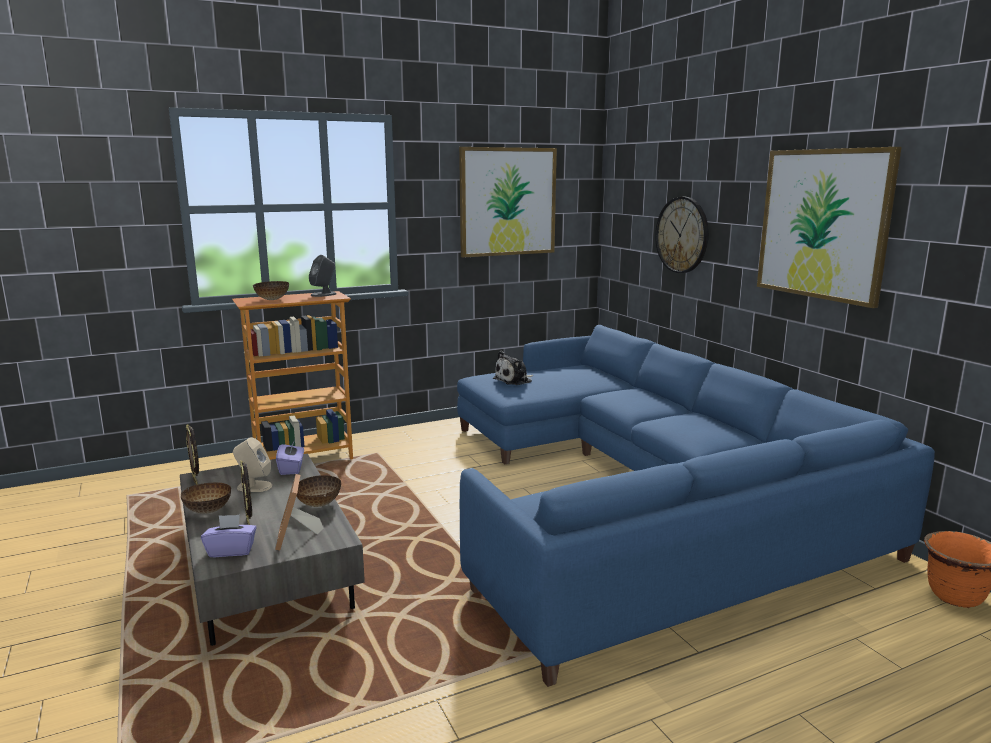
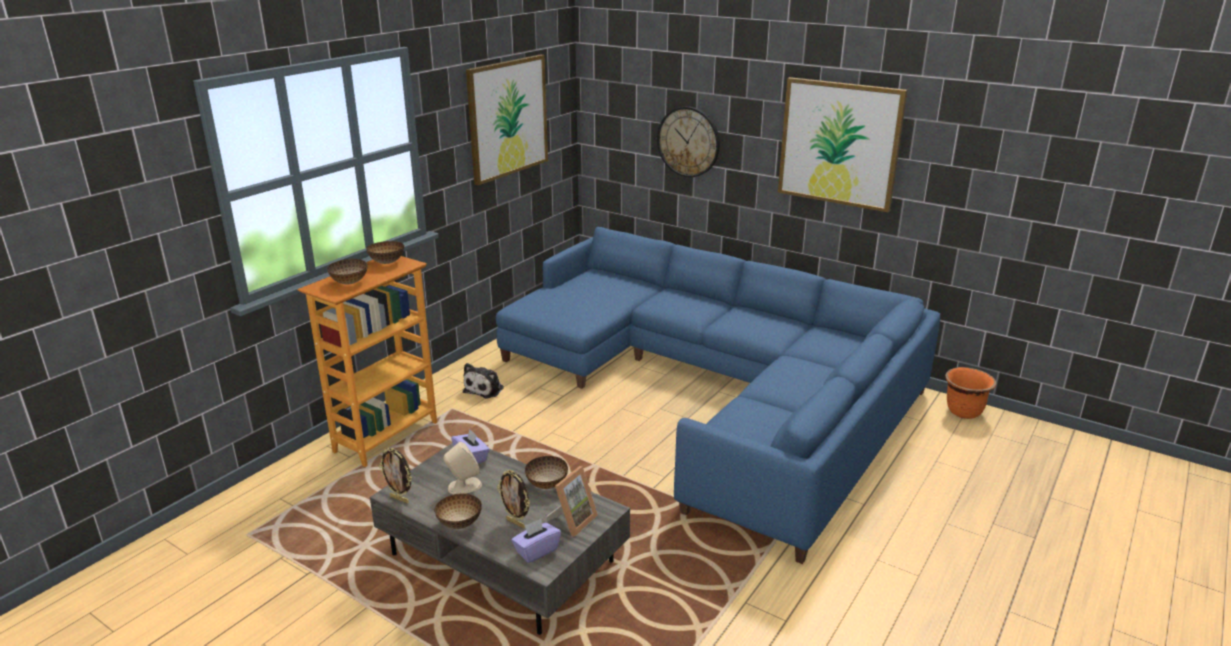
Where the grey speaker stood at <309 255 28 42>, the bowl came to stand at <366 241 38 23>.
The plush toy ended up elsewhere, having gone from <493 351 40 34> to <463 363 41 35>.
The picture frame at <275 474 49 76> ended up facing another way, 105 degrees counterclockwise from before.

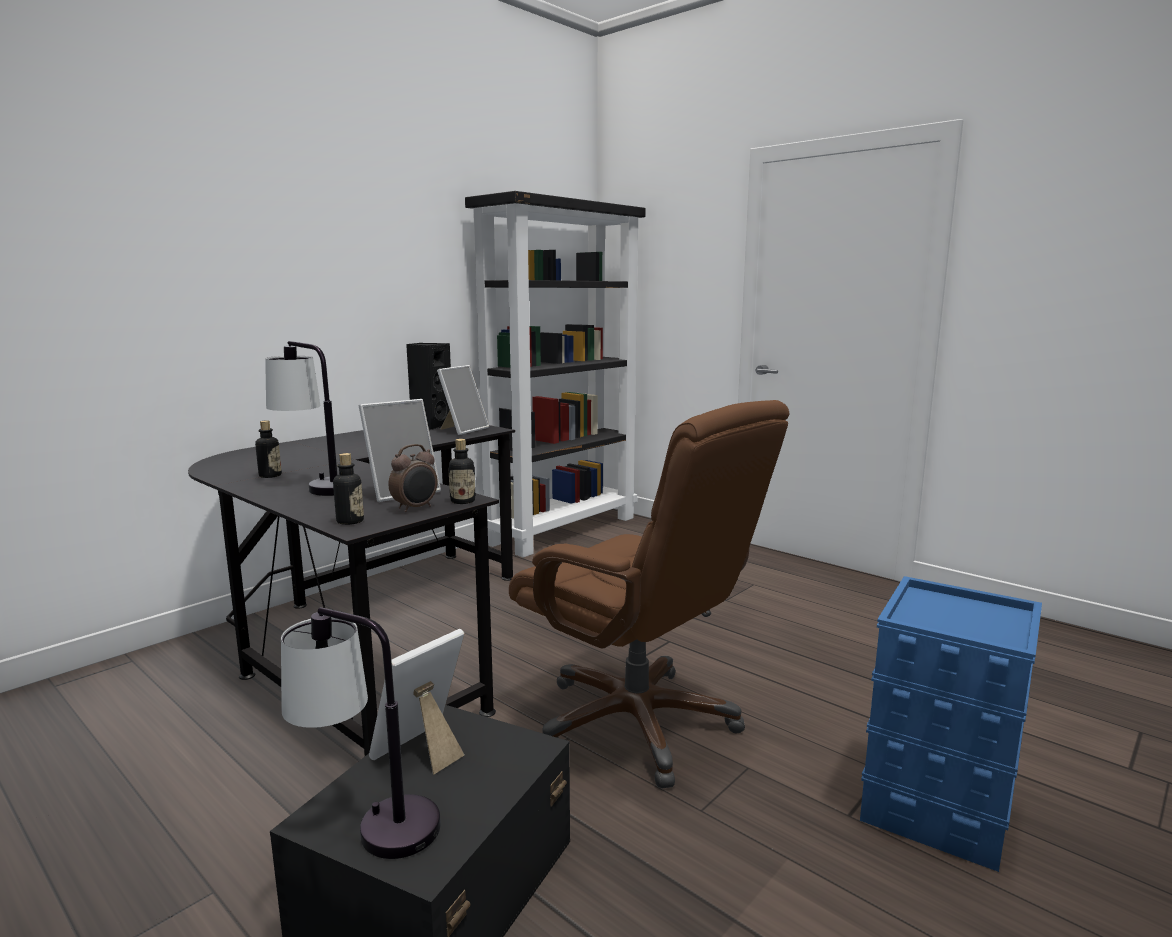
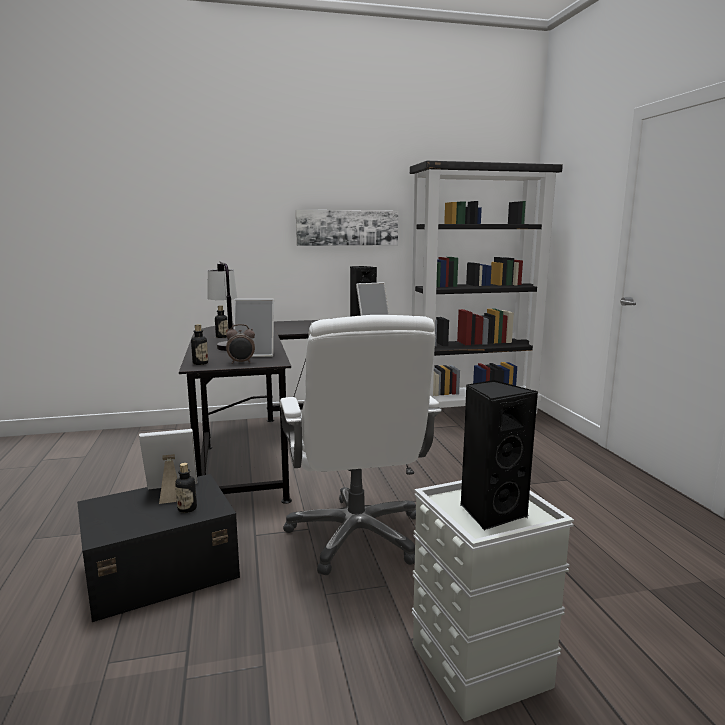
What was the brown office chair at <509 400 280 389> turned into the white office chair at <280 315 162 260>.
The bottle ended up elsewhere, having gone from <448 439 28 65> to <175 463 22 50>.
What was the blue storage box at <860 576 182 296> turned into the grey storage box at <412 480 162 242>.
The second view lost the table lamp at <281 607 160 252>.
The second view gained the picture at <296 210 102 36>.
The second view gained the black speaker at <461 380 77 150>.

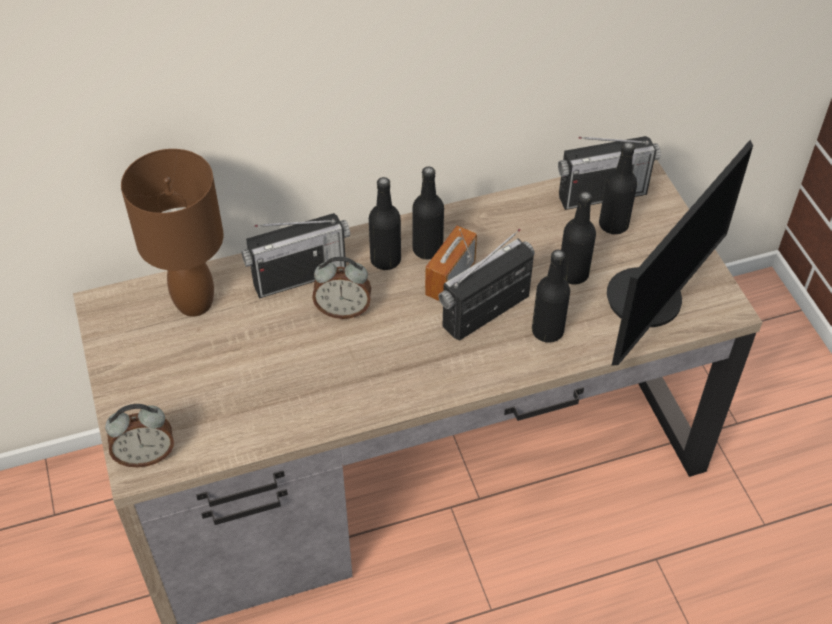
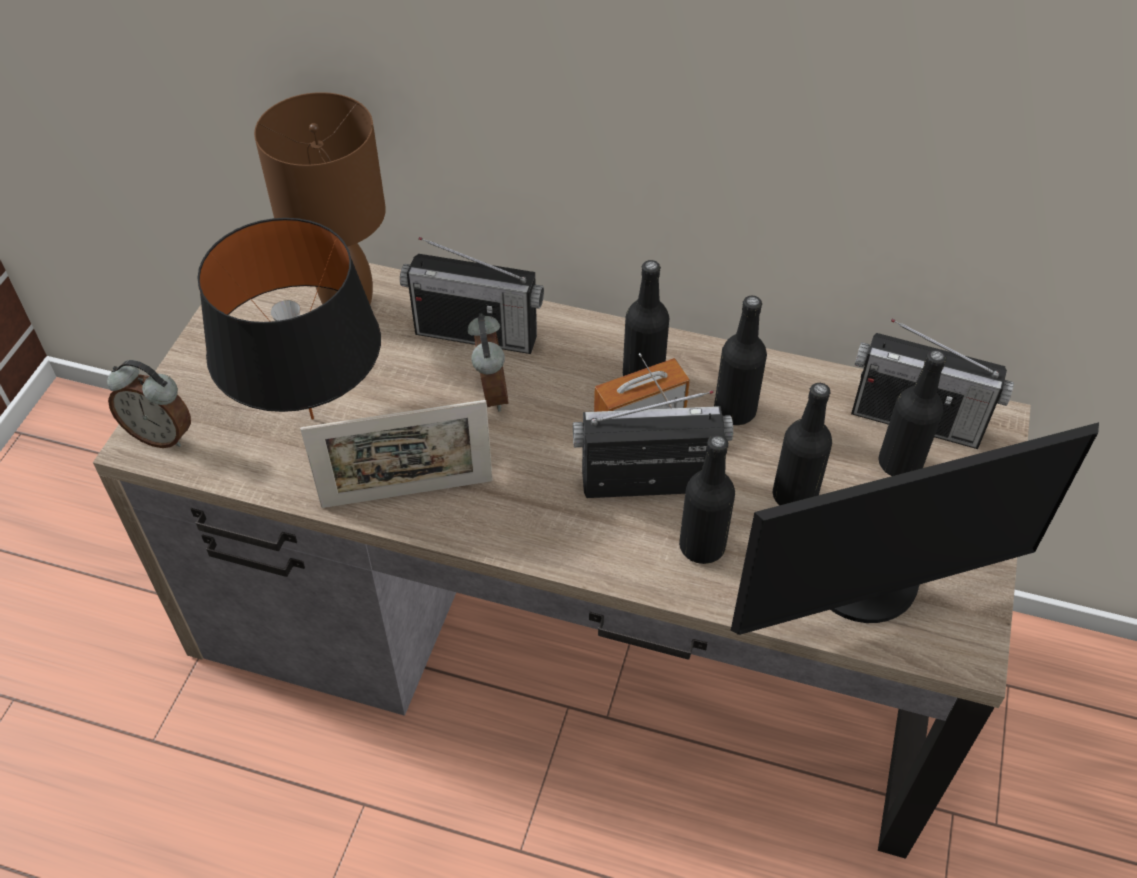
The black bottle ended up elsewhere, having gone from <369 177 32 93> to <714 296 53 129>.
The alarm clock at <312 256 59 63> ended up facing another way, 135 degrees counterclockwise from before.
The second view gained the black table lamp at <198 218 183 202>.
The second view gained the picture frame at <300 400 193 108>.

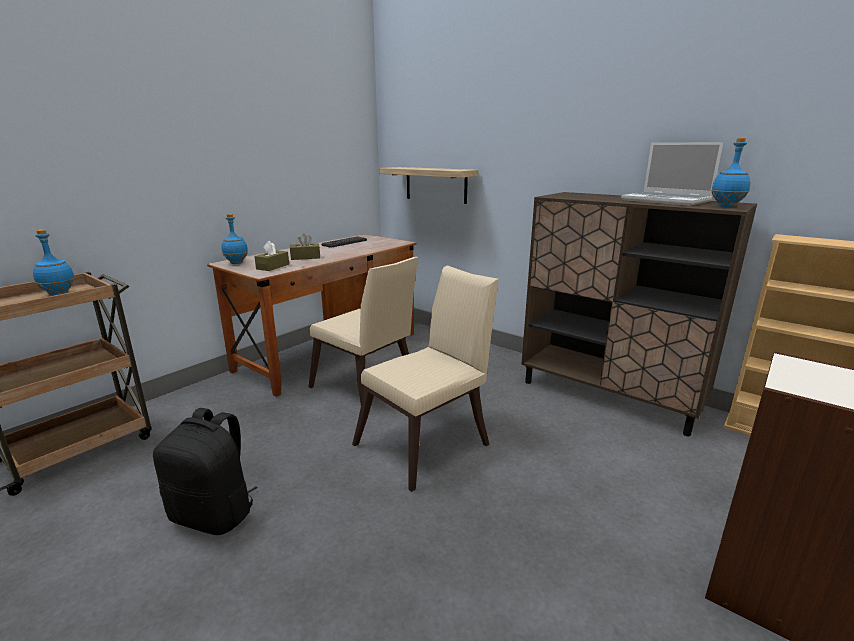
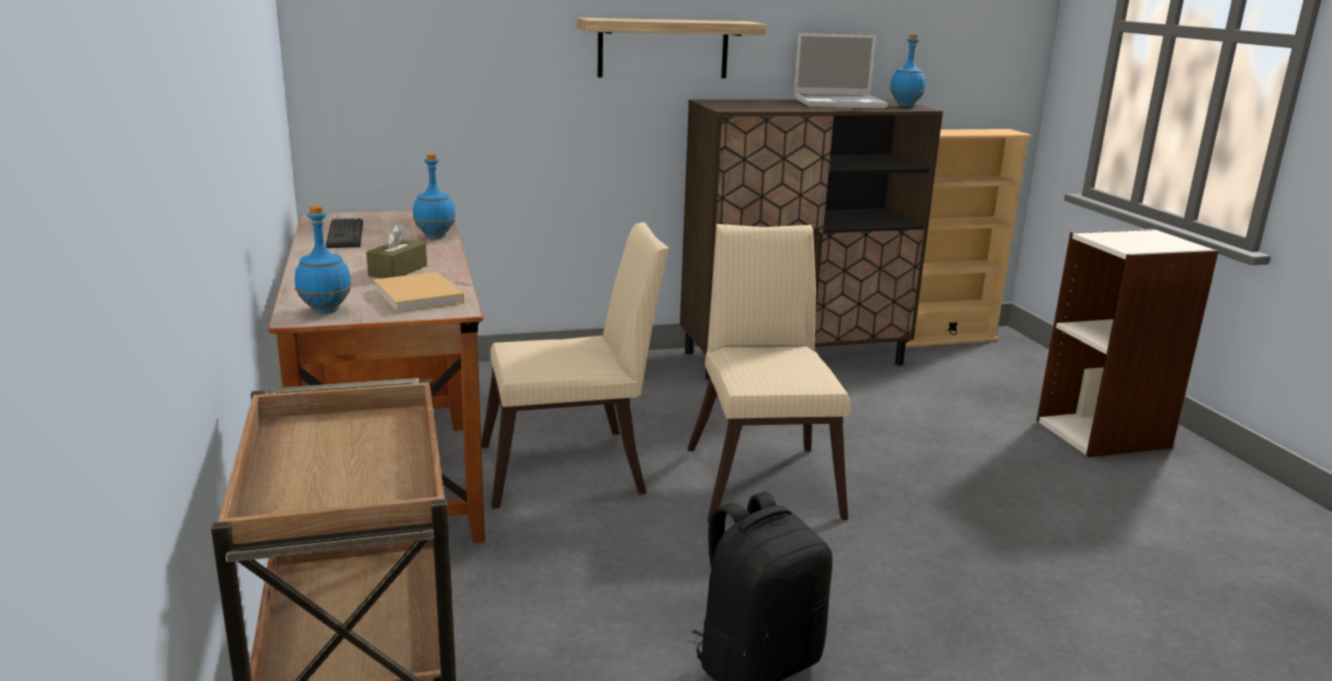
The shelf ended up elsewhere, having gone from <379 167 99 37> to <577 18 189 60>.
The blue bottle ended up elsewhere, having gone from <33 230 42 66> to <413 154 43 85>.
Where the brown tissue box stood at <254 241 35 30>, the beige book came to stand at <372 272 92 41>.

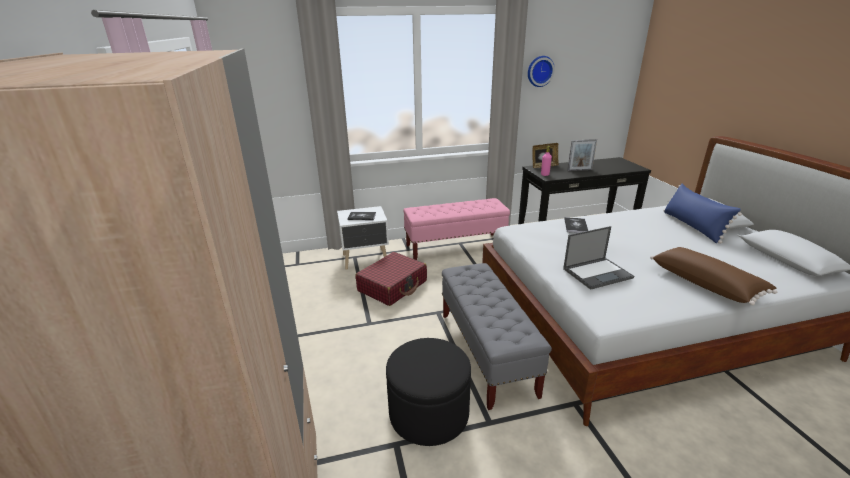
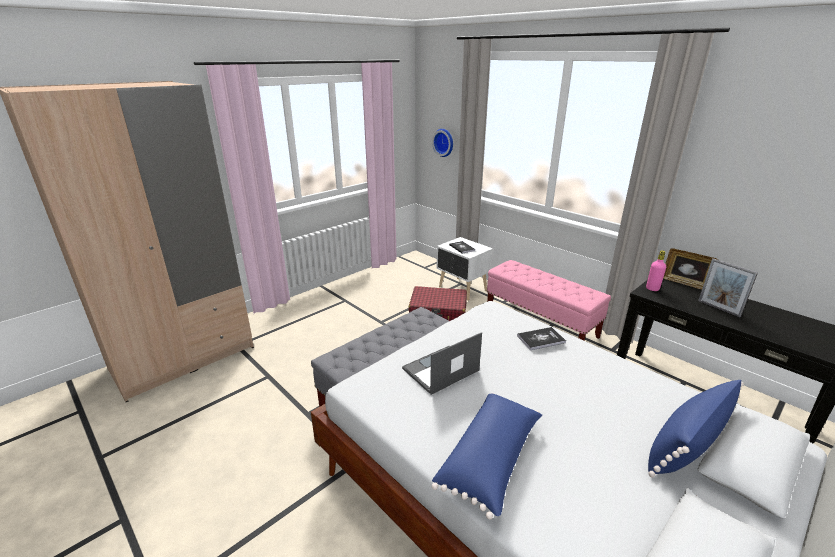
The wall clock ended up elsewhere, having gone from <528 56 27 31> to <432 129 21 28>.
The laptop at <563 226 71 64> ended up facing another way, 105 degrees clockwise from before.
What was the brown pillow at <650 247 128 58> turned into the blue pillow at <432 393 110 127>.
The second view lost the black ottoman at <386 338 85 108>.

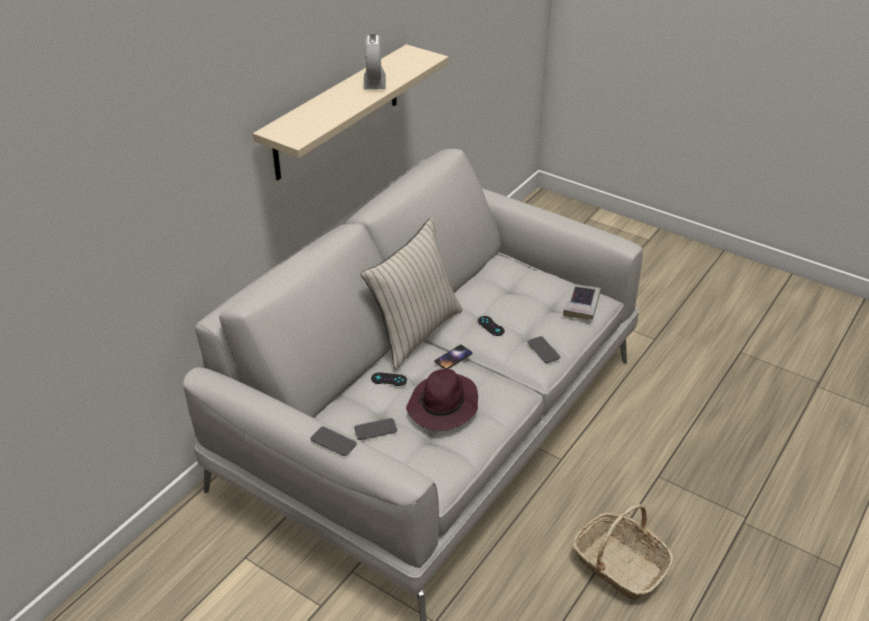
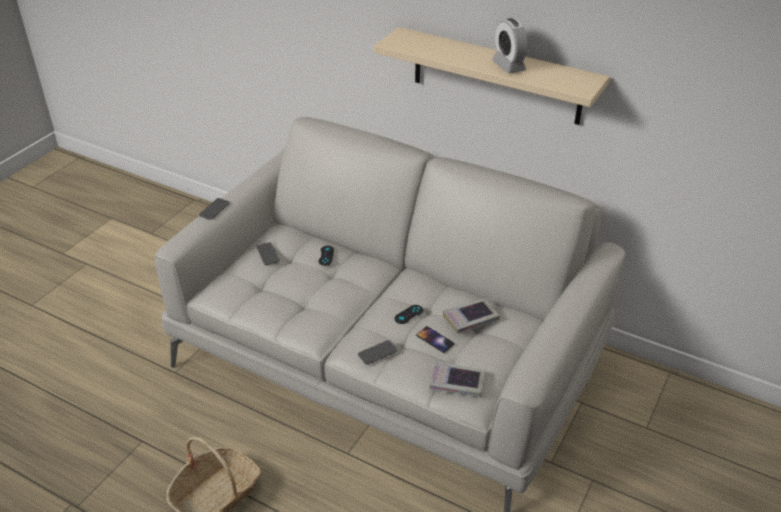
The alarm clock at <364 34 22 56> ended up facing another way, 105 degrees counterclockwise from before.
The second view lost the beige pillow at <361 217 102 153>.
The phone ended up elsewhere, having gone from <434 345 39 24> to <416 326 39 27>.
The second view lost the purple hat at <406 369 72 62>.
The second view gained the book at <443 298 57 36>.

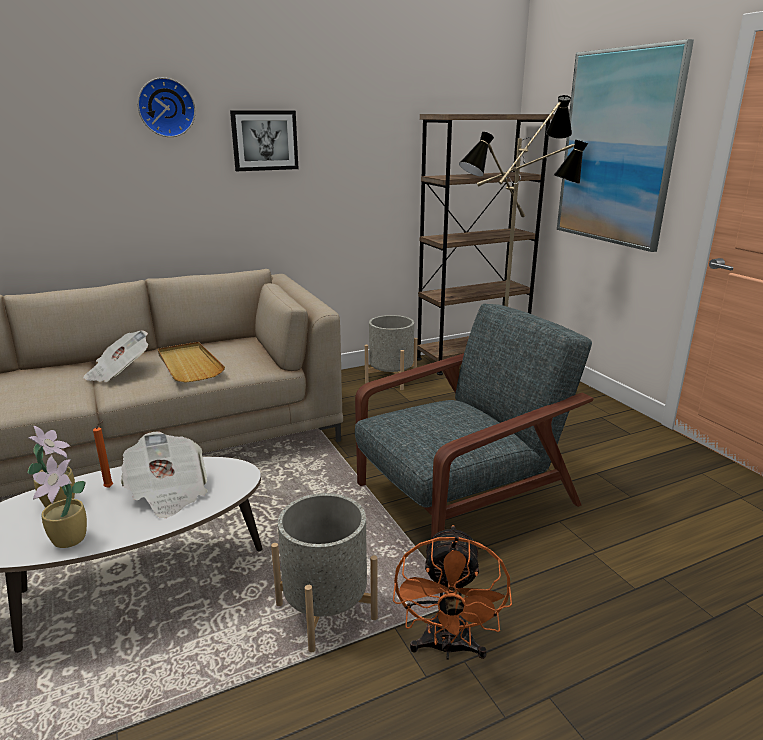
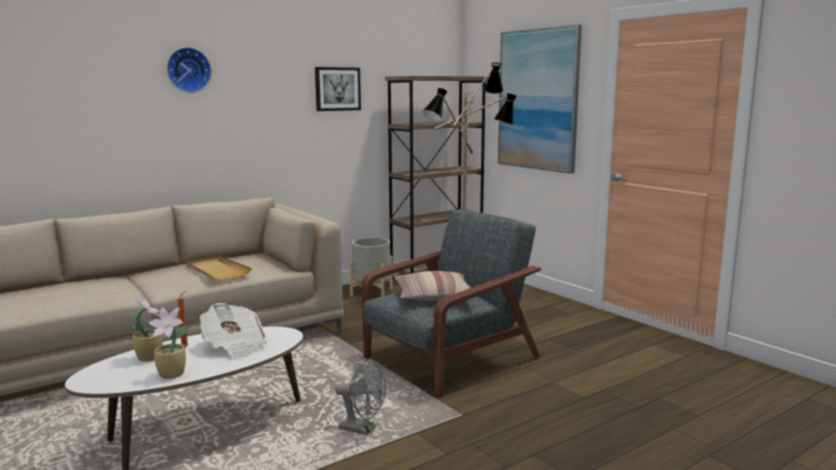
The picture ended up elsewhere, having gone from <230 110 69 61> to <315 67 46 44>.
The second view lost the newspaper at <83 330 65 52>.
Where the grey planter stood at <271 493 107 160>, the grey fan came to stand at <335 361 51 74>.
The second view lost the orange fan at <393 525 119 135>.
The second view gained the pillow at <394 271 78 30>.

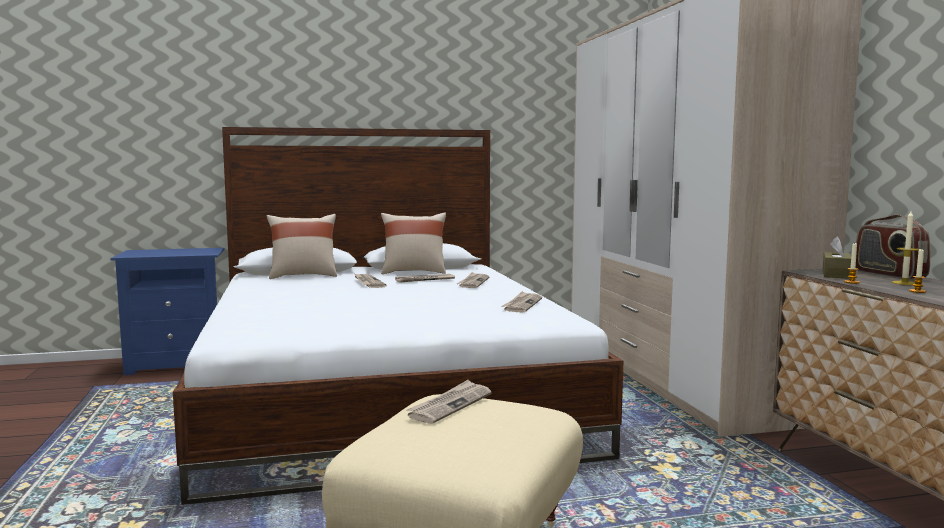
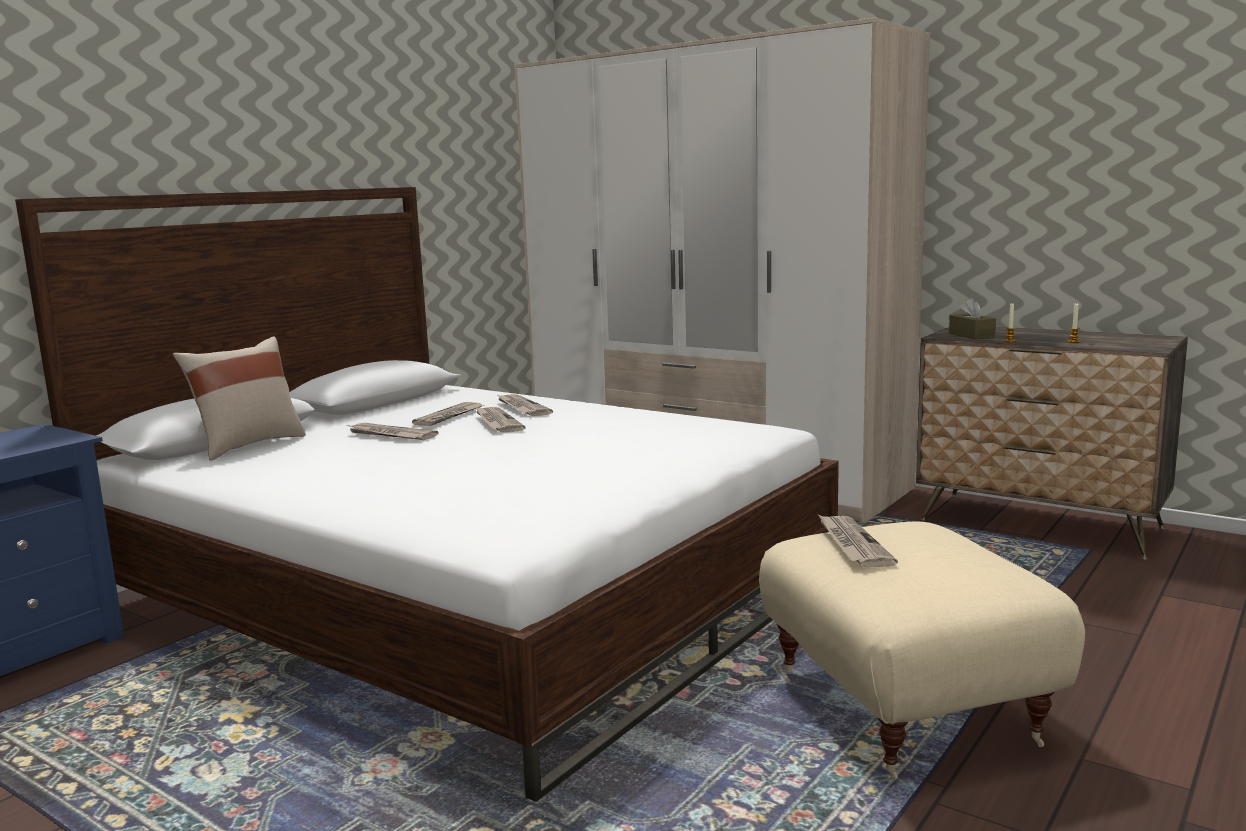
The second view lost the candle at <892 211 27 74>.
The second view lost the beige pillow at <381 212 65 62>.
The second view lost the radio at <856 214 74 65>.
The newspaper ended up elsewhere, having gone from <501 291 41 21> to <475 407 51 25>.

